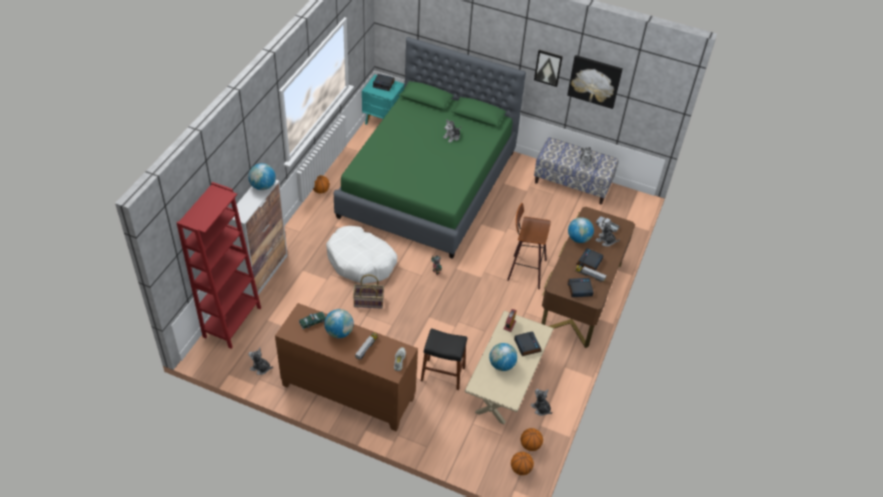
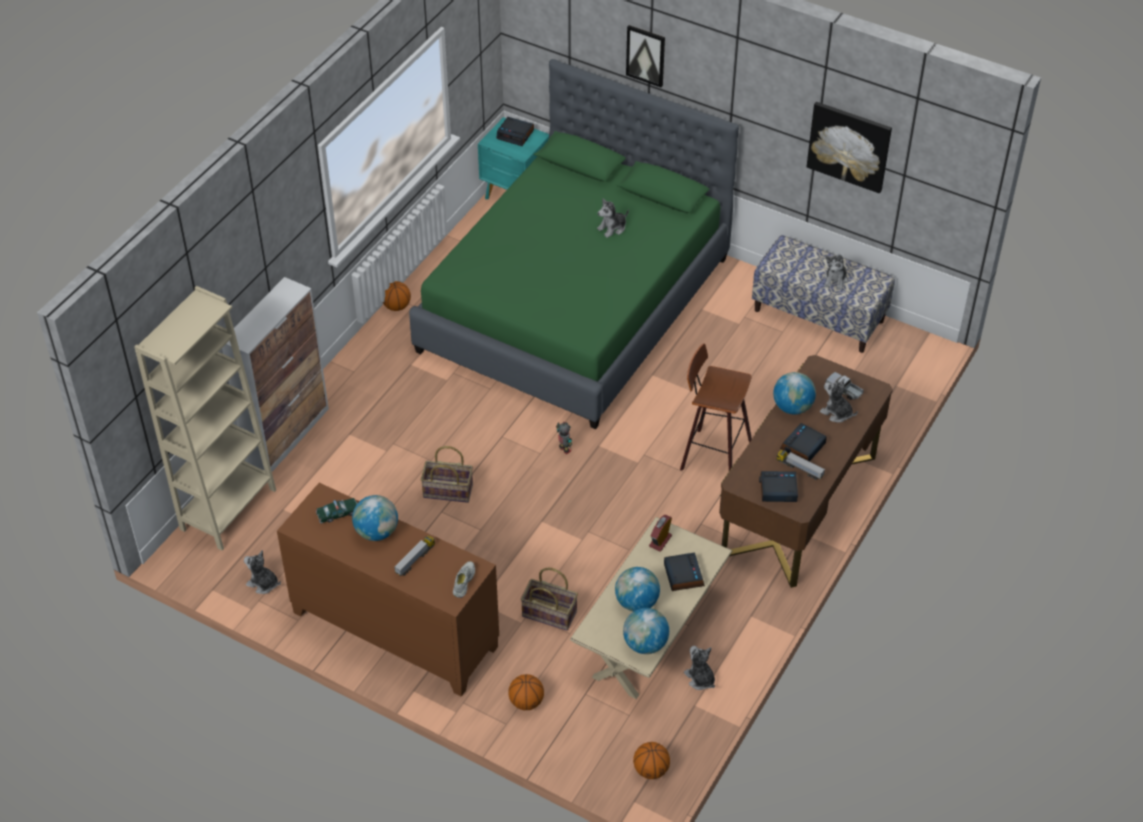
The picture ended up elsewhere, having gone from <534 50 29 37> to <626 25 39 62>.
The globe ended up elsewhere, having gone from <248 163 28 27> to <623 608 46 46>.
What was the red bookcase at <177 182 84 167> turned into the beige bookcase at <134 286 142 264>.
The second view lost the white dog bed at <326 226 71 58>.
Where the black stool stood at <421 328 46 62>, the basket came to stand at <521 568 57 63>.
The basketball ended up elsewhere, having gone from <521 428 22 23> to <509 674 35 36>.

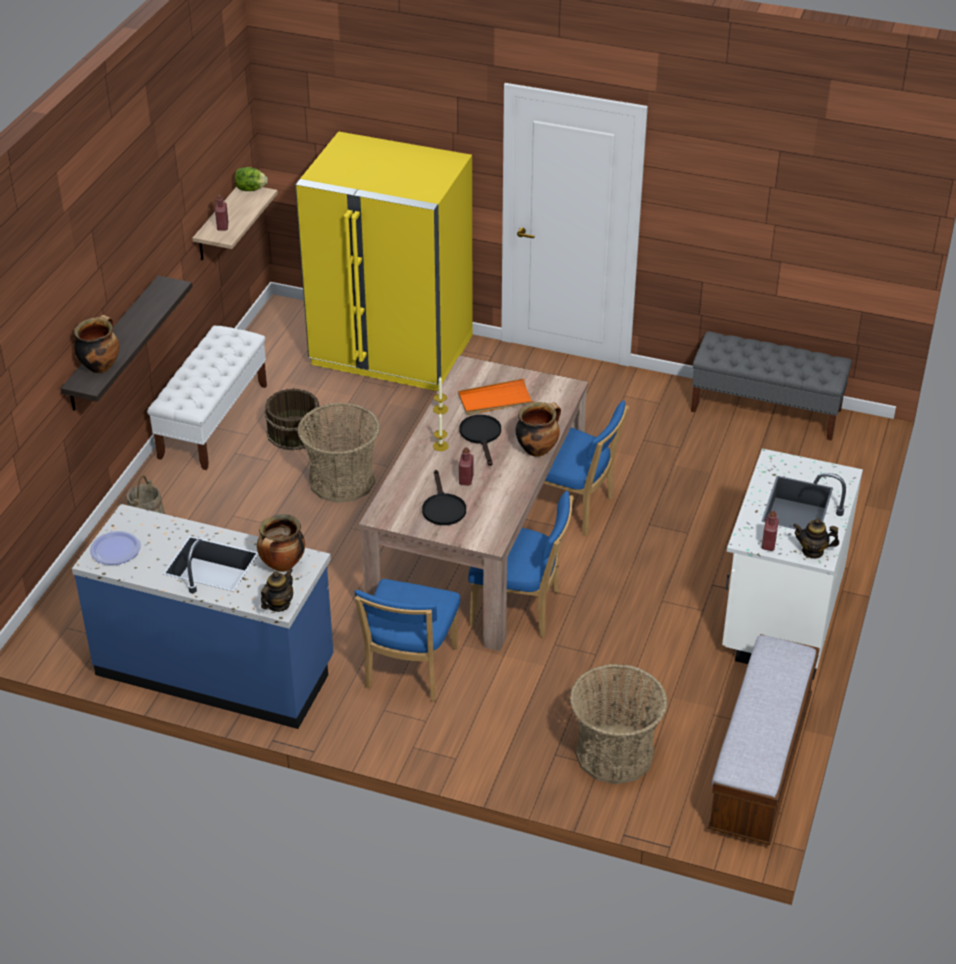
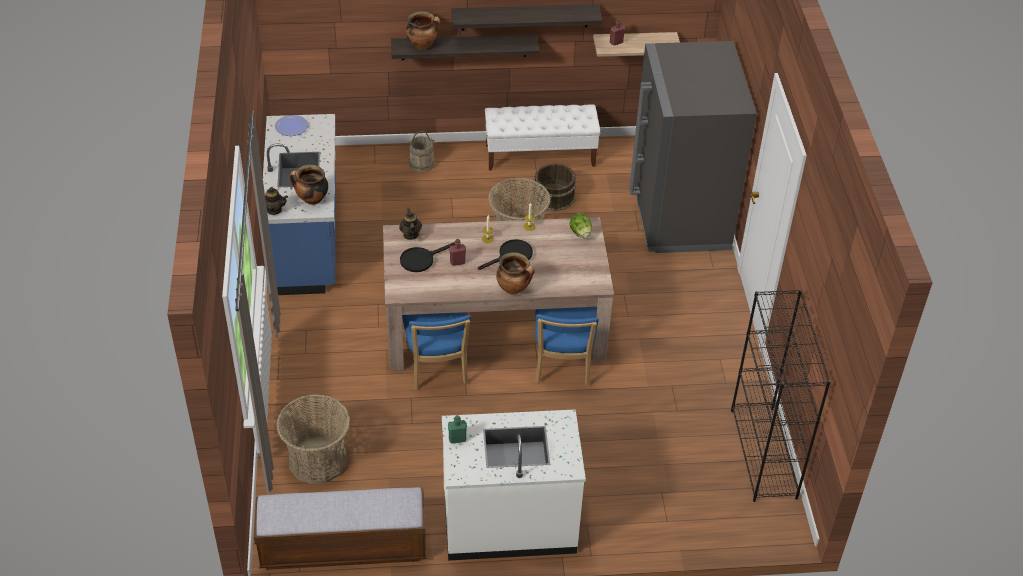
What was the yellow fridge at <295 131 178 260> turned into the grey fridge at <629 41 128 212>.
The lettuce ended up elsewhere, having gone from <235 167 33 24> to <570 213 22 25>.
Where the grey bench stood at <691 331 161 110>, the black bookcase came to stand at <731 289 100 213>.
The second view lost the orange tray at <458 378 76 37>.
What was the red bottle at <761 511 18 40> turned into the green bottle at <448 415 19 29>.
The teapot ended up elsewhere, having gone from <793 518 46 41> to <399 208 23 32>.
The second view lost the blue chair at <355 579 105 122>.
The second view gained the shelf at <452 4 150 27>.

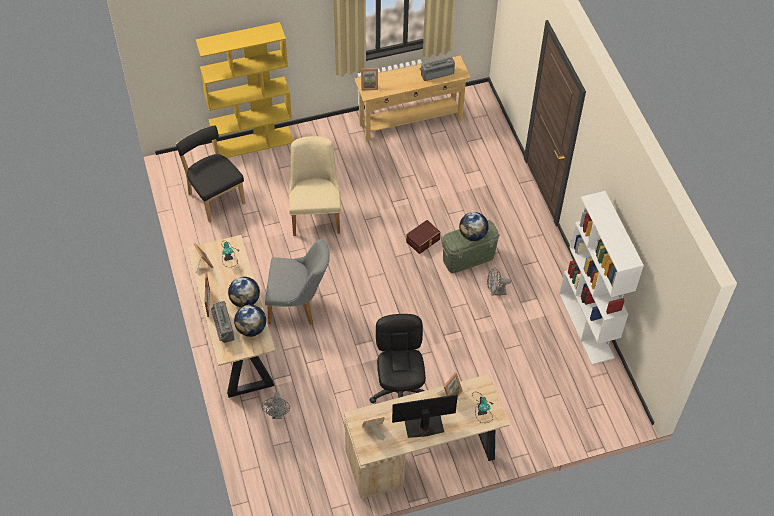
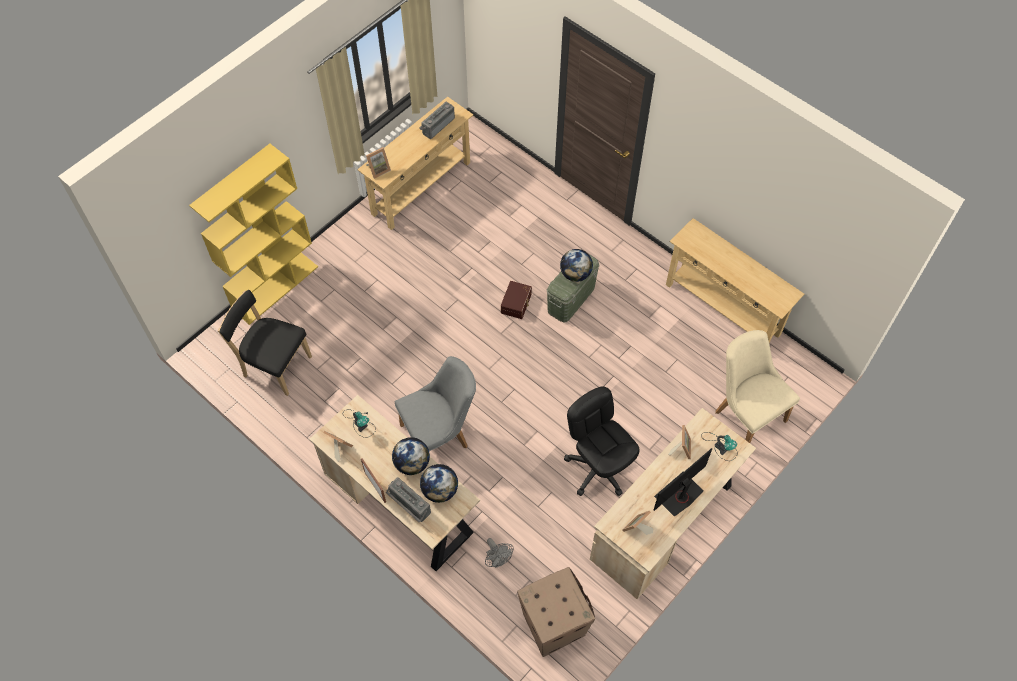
The beige chair ended up elsewhere, having gone from <289 136 52 100> to <715 330 85 113>.
Where the white bookcase stood at <559 191 85 174>, the beige console table came to stand at <666 218 138 125>.
The second view lost the grey fan at <487 267 24 29>.
The second view gained the cardboard box at <517 567 78 90>.

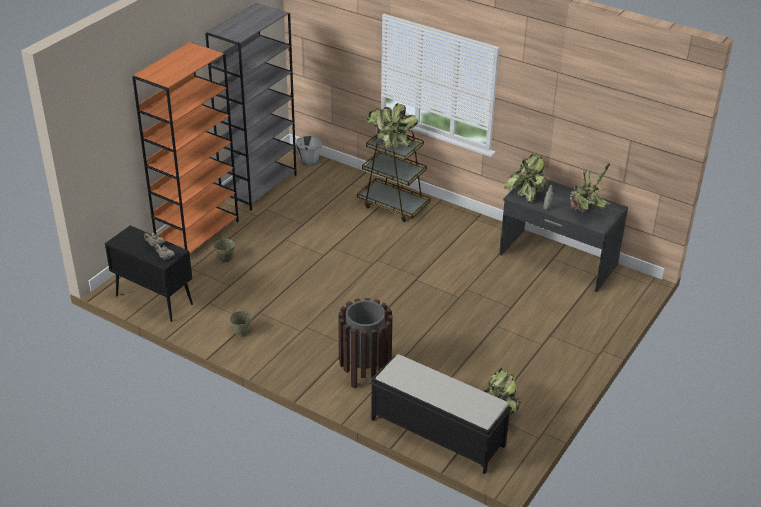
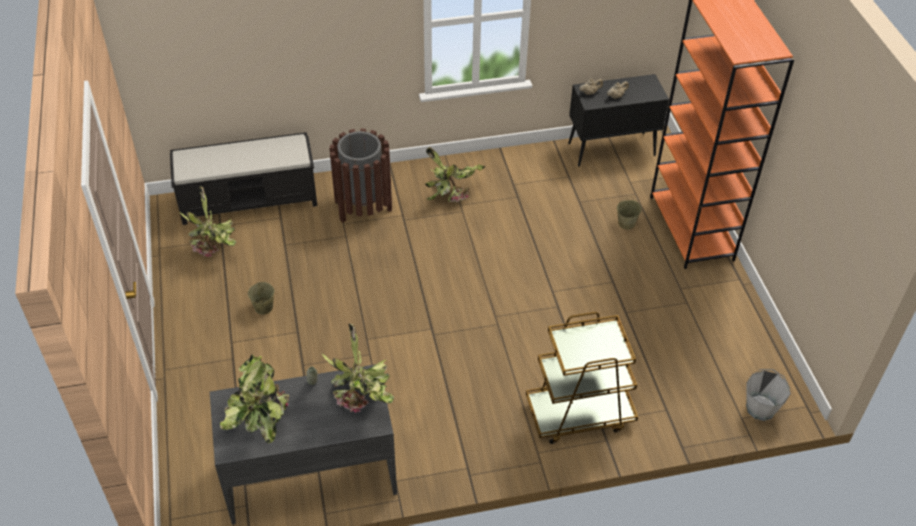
The second view lost the grey bookcase at <205 3 92 208>.
The potted plant ended up elsewhere, having gone from <367 103 51 45> to <425 147 60 55>.
The beige bucket ended up elsewhere, having gone from <230 307 22 30> to <248 282 27 33>.

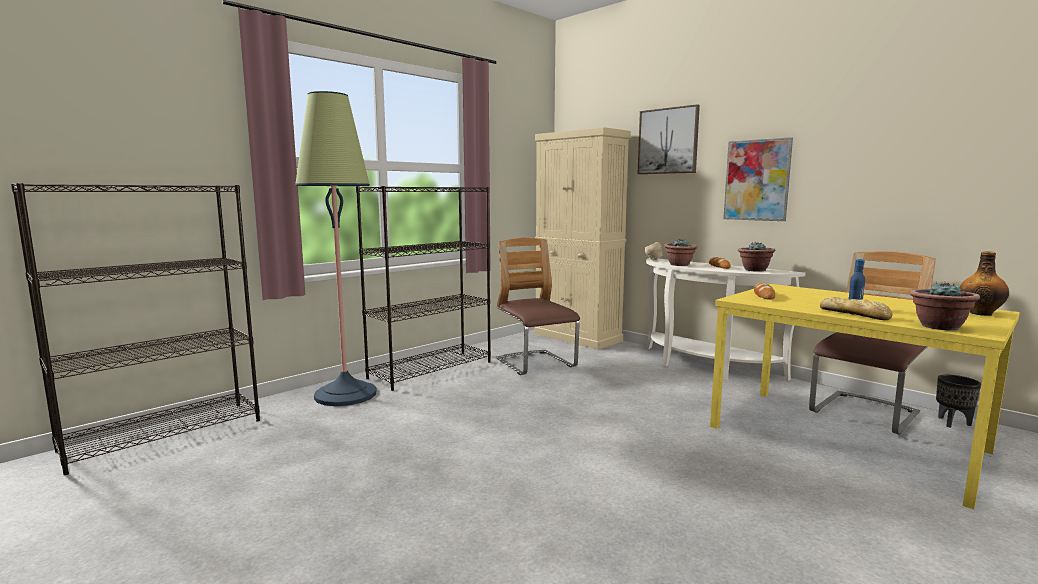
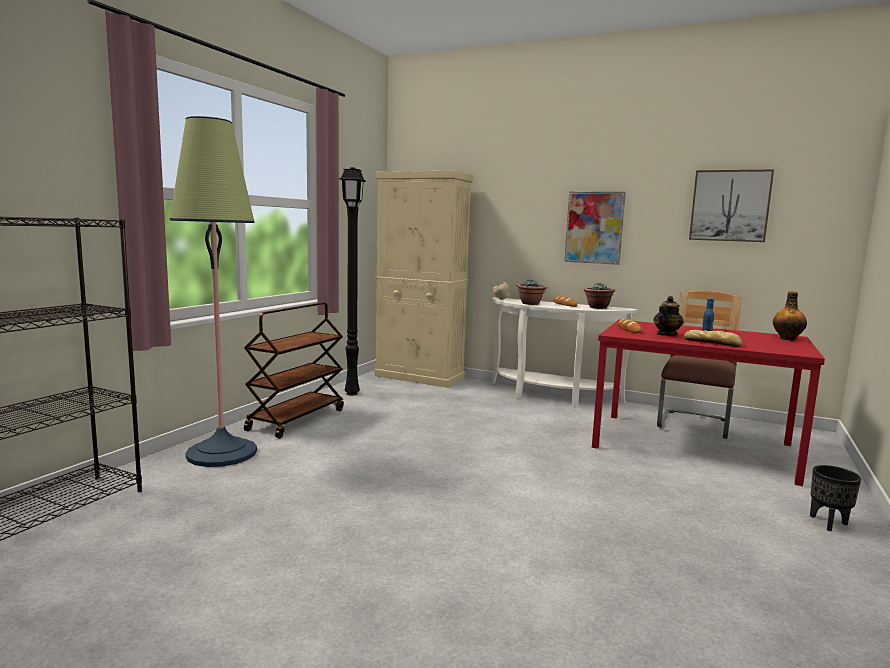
The picture ended up elsewhere, having gone from <638 104 62 70> to <689 169 85 73>.
Where the black bookcase stood at <356 186 135 205>, the brown cart came to stand at <244 302 100 137>.
The second view lost the chair at <496 238 84 137>.
The second view lost the potted plant at <909 281 71 49>.
What was the yellow dining table at <710 284 310 225> turned into the red dining table at <592 320 233 166>.
The black planter ended up elsewhere, having gone from <936 375 45 53> to <810 465 51 66>.
The second view gained the black floor lamp at <339 167 27 228>.
The second view gained the teapot at <654 296 30 40>.

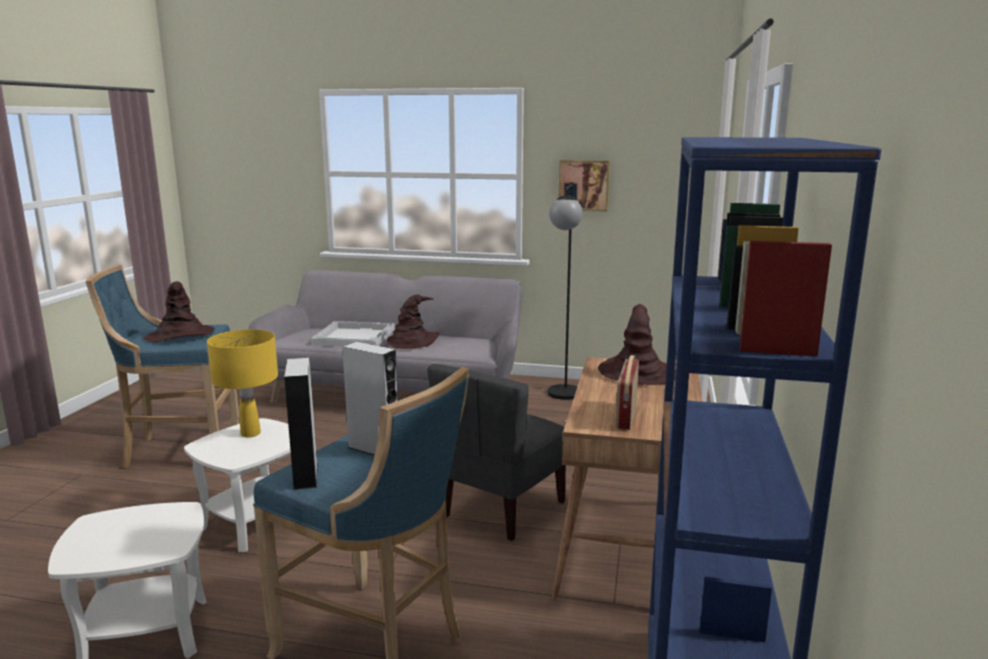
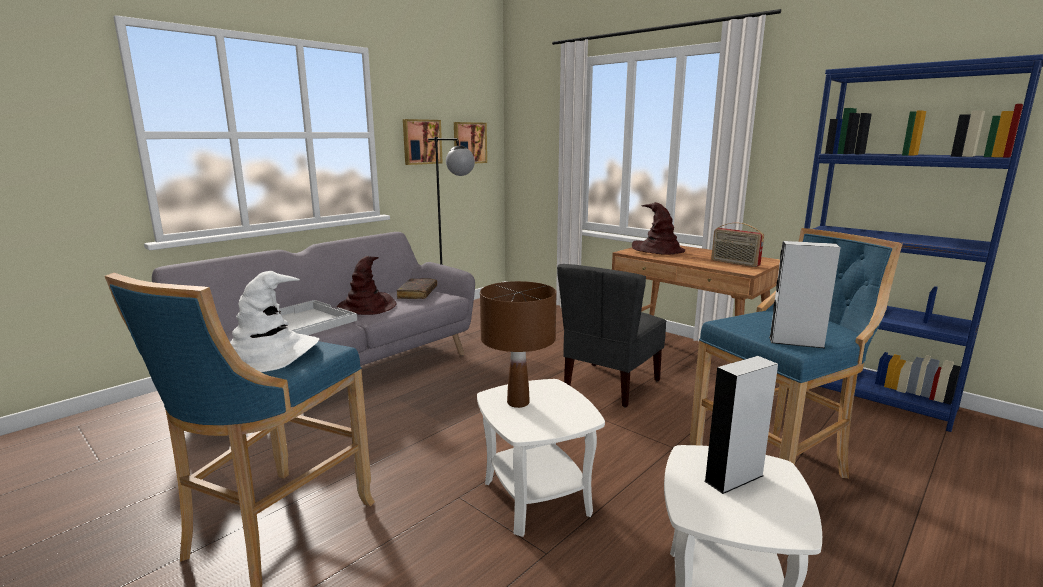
What was the brown hat at <143 281 71 61> turned into the white hat at <230 271 90 101>.
What was the yellow table lamp at <207 329 71 108> turned into the brown table lamp at <480 281 77 127>.
The grey speaker ended up elsewhere, having gone from <342 342 56 113> to <704 356 74 138>.
The grey chair at <427 364 139 177> ended up facing another way, 60 degrees clockwise from before.
The second view gained the picture at <454 122 33 41>.
The second view gained the brown book at <397 279 40 20>.

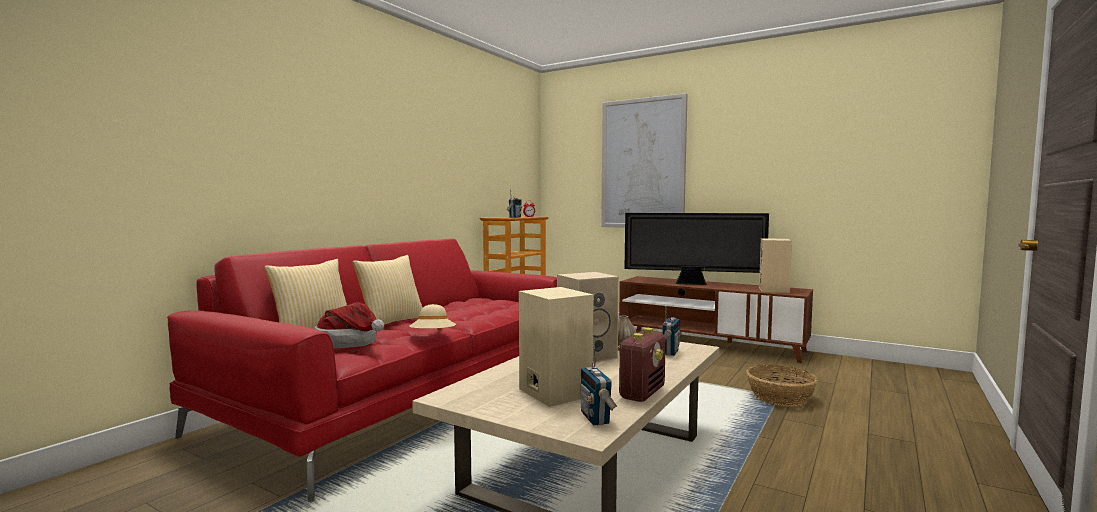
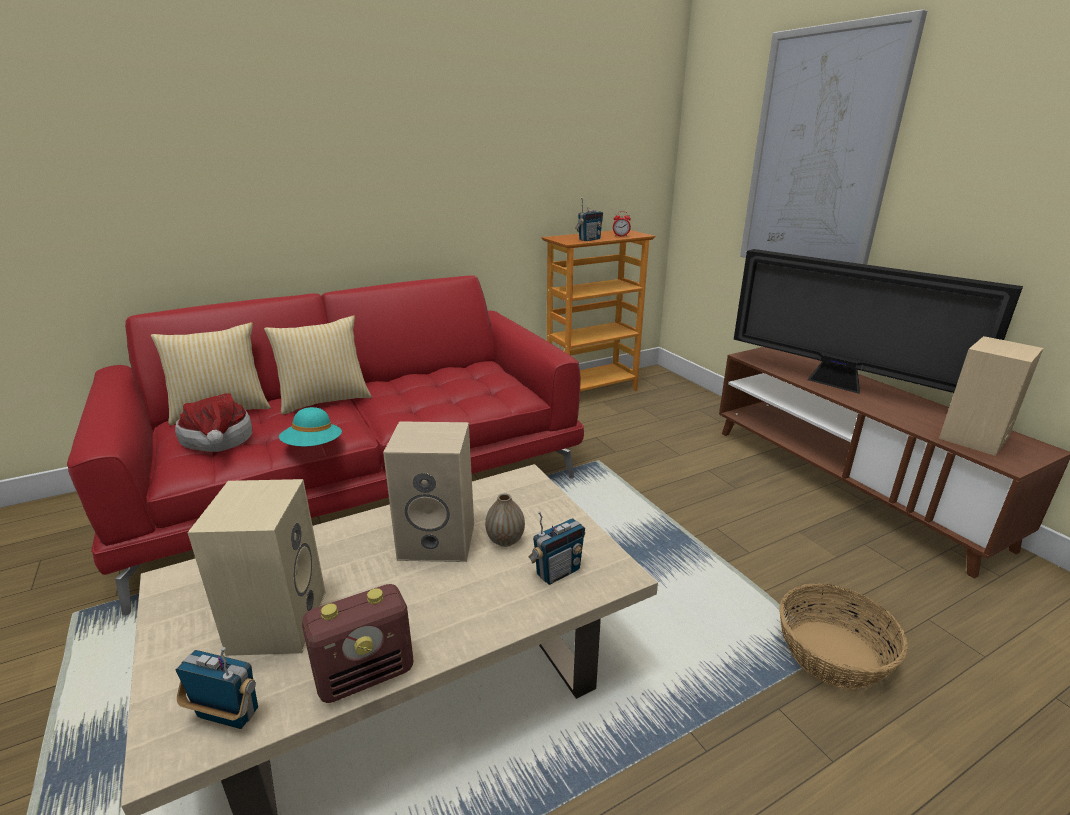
What was the beige hat at <409 304 47 27> turned into the turquoise hat at <279 407 63 40>.
The radio at <580 344 37 81> ended up facing another way, 90 degrees clockwise from before.

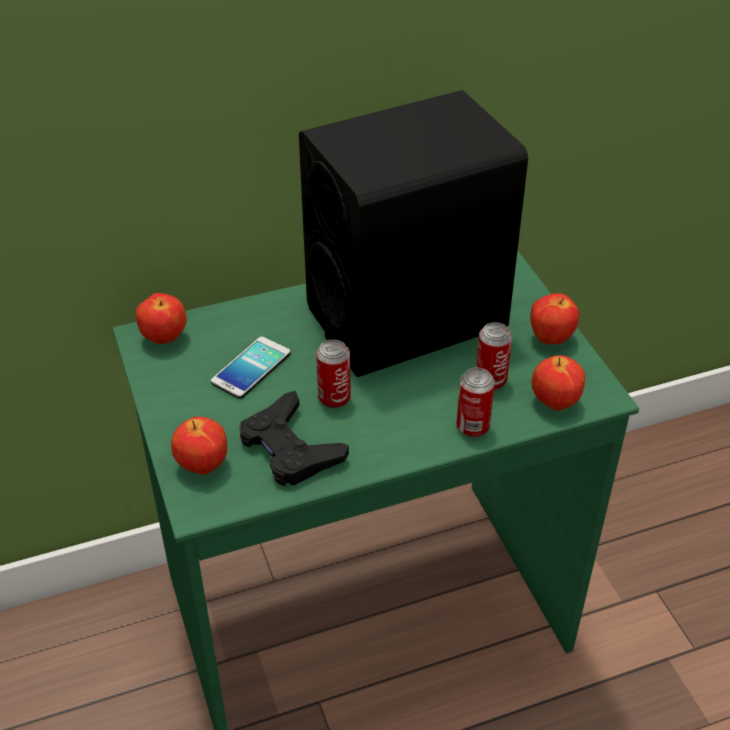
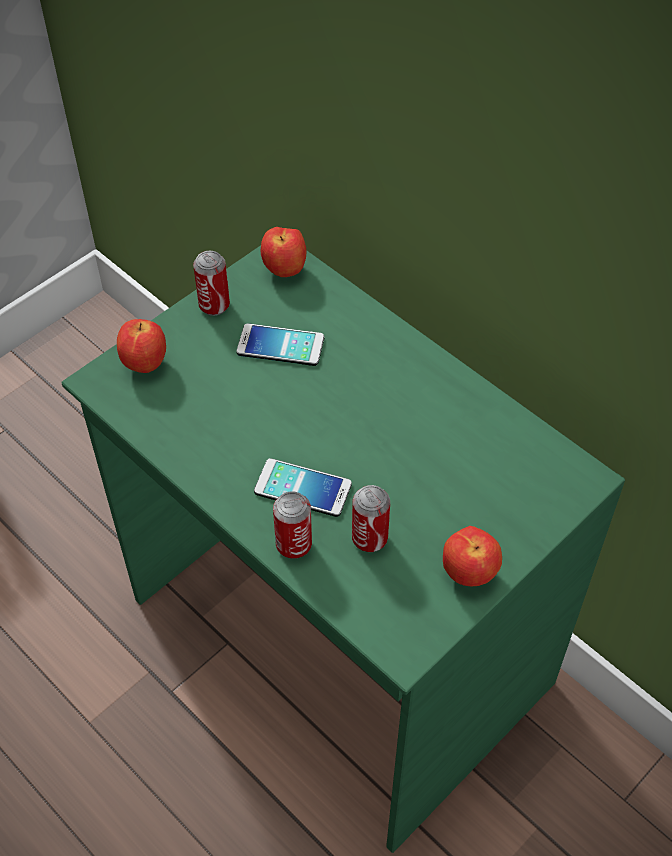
The second view lost the black speaker at <299 90 229 287>.
The can ended up elsewhere, having gone from <316 339 35 69> to <193 251 37 65>.
The second view lost the apple at <531 355 54 56>.
The second view lost the black game controller at <239 391 110 95>.
The second view gained the phone at <254 458 98 59>.

